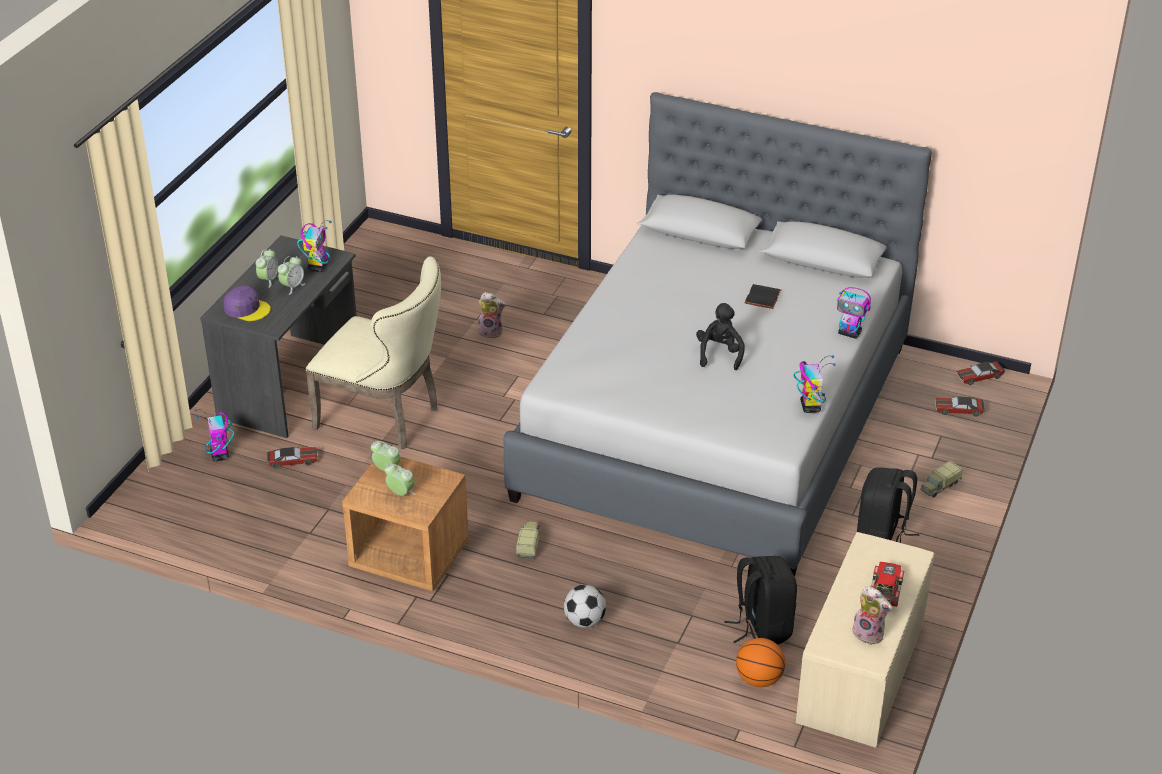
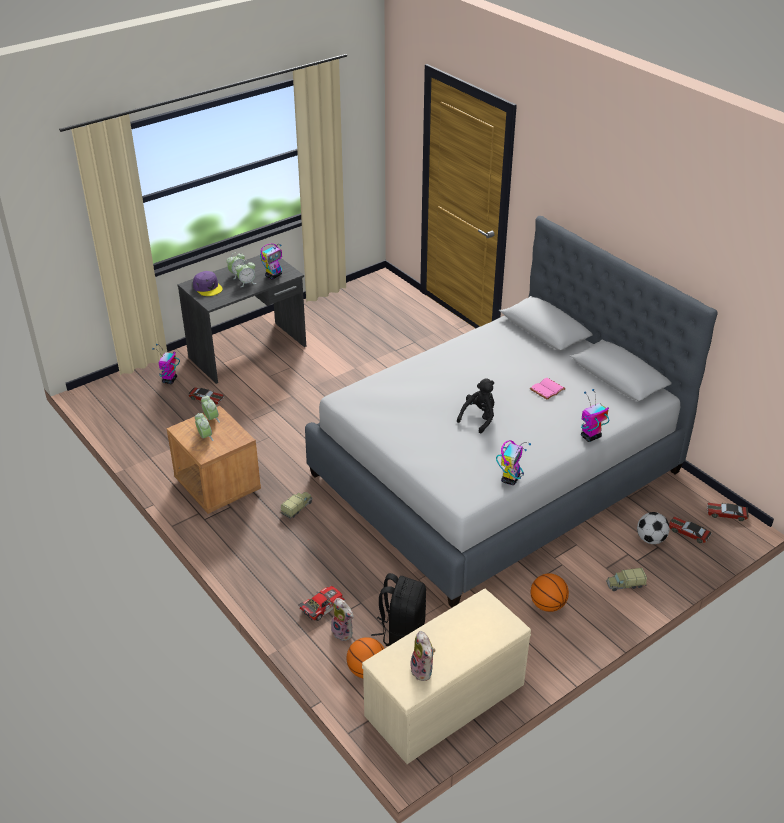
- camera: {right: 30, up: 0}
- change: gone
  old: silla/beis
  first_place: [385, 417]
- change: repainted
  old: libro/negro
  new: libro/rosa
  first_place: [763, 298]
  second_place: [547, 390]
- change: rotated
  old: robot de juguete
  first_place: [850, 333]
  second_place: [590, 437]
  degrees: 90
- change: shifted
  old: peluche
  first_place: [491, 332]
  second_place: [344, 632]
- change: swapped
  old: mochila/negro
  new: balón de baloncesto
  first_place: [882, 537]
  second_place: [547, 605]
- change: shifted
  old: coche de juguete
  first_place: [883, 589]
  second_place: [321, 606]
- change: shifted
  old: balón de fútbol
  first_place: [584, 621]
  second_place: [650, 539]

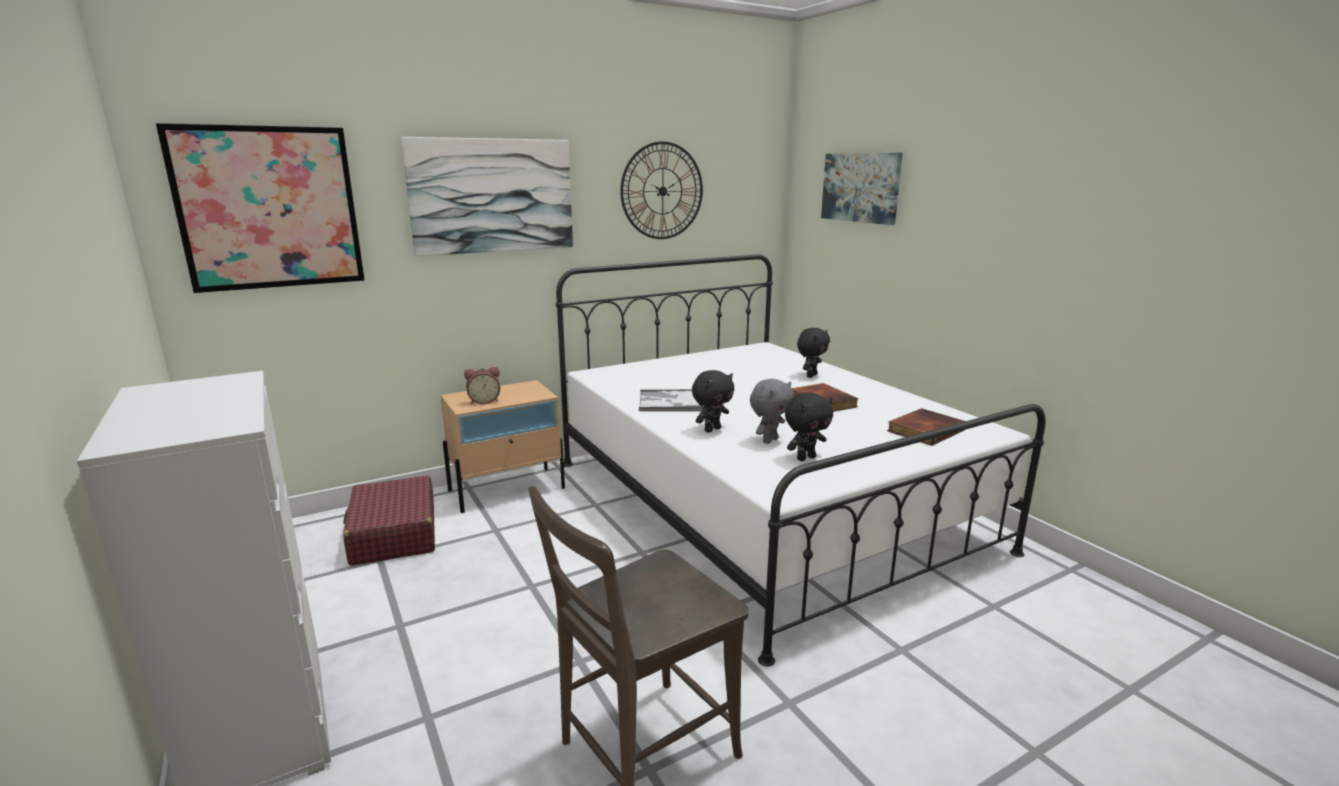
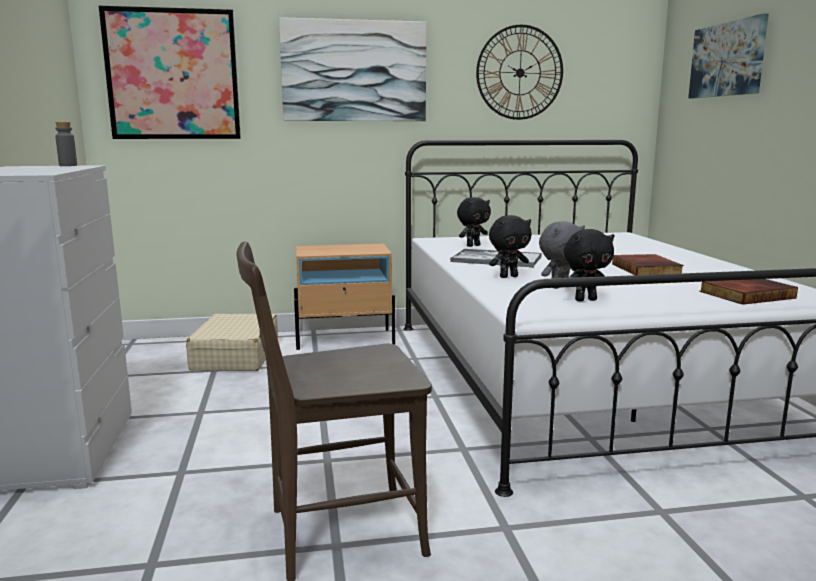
- camera: {right: 20, up: -5}
- change: shifted
  old: peluche/negro
  first_place: [811, 375]
  second_place: [473, 245]
- change: gone
  old: despertador
  first_place: [484, 401]
- change: repainted
  old: maleta/rojo
  new: maleta/beis
  first_place: [394, 534]
  second_place: [235, 356]
- change: new
  new: botella/gris
  second_place: [68, 165]

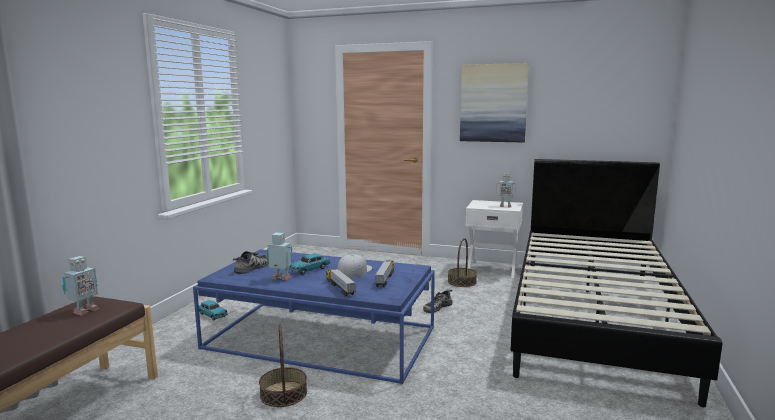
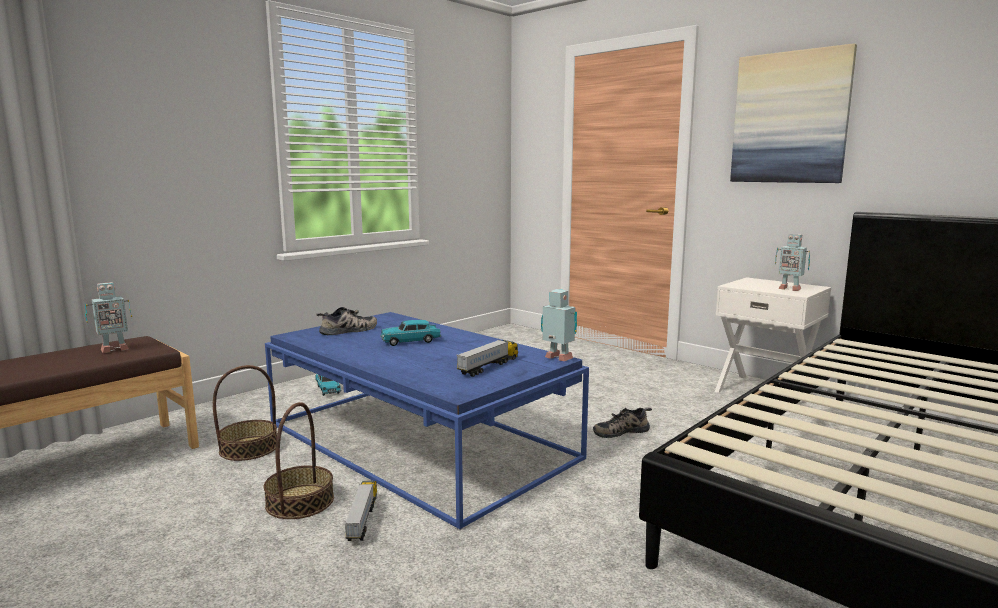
- camera: {right: 25, up: 0}
- change: shifted
  old: robot de juguete
  first_place: [281, 279]
  second_place: [558, 359]
- change: shifted
  old: cesta
  first_place: [461, 282]
  second_place: [249, 448]
- change: gone
  old: gorra/blanco
  first_place: [354, 270]
- change: shifted
  old: camión de juguete
  first_place: [340, 288]
  second_place: [362, 519]

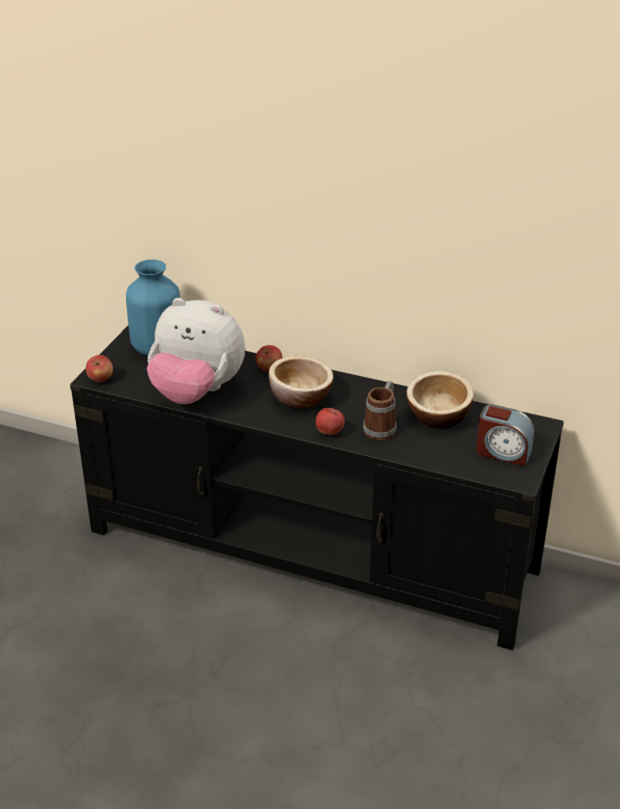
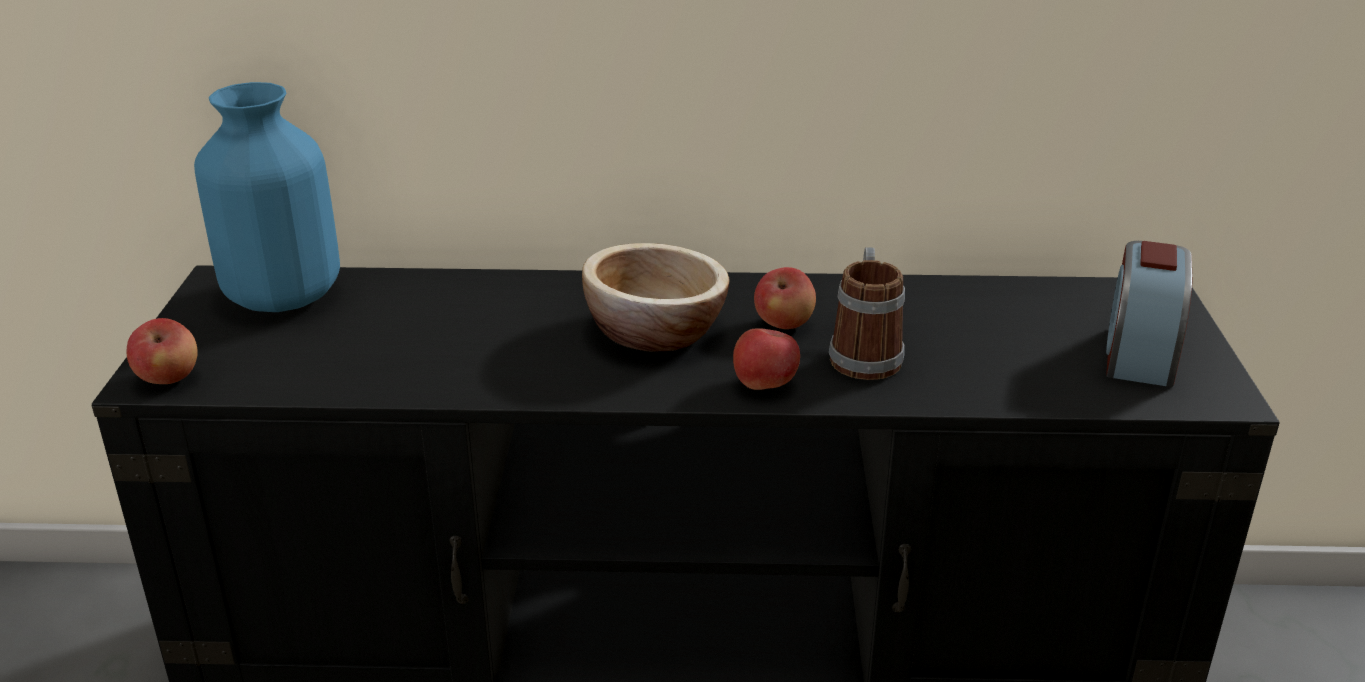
- camera: {right: -20, up: -5}
- change: gone
  old: peluche
  first_place: [196, 392]
- change: shifted
  old: manzana
  first_place: [269, 369]
  second_place: [784, 324]
- change: gone
  old: cuenco
  first_place: [438, 416]
- change: rotated
  old: despertador
  first_place: [503, 452]
  second_place: [1139, 353]
  degrees: 105

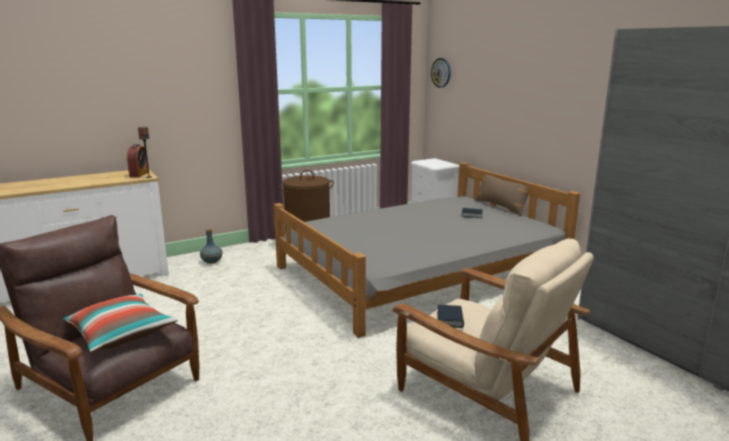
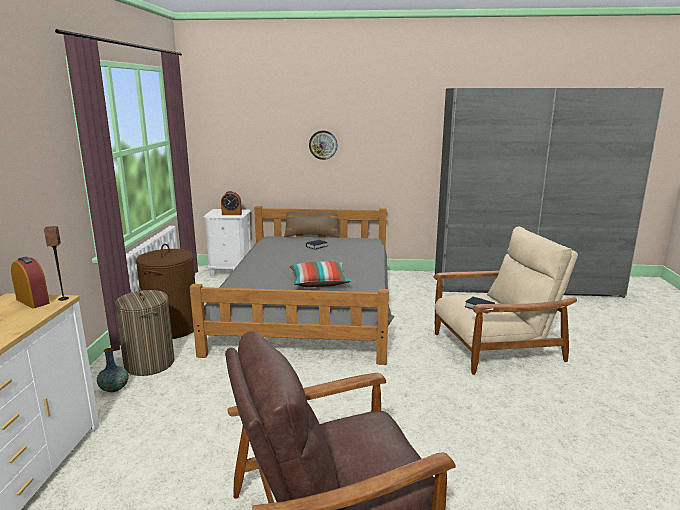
- camera: {right: -55, up: 0}
- change: shifted
  old: reloj de pared
  first_place: [441, 72]
  second_place: [323, 145]
- change: shifted
  old: cojín
  first_place: [121, 334]
  second_place: [319, 283]
- change: new
  new: despertador
  second_place: [231, 214]
- change: new
  new: cesto de la ropa
  second_place: [149, 364]

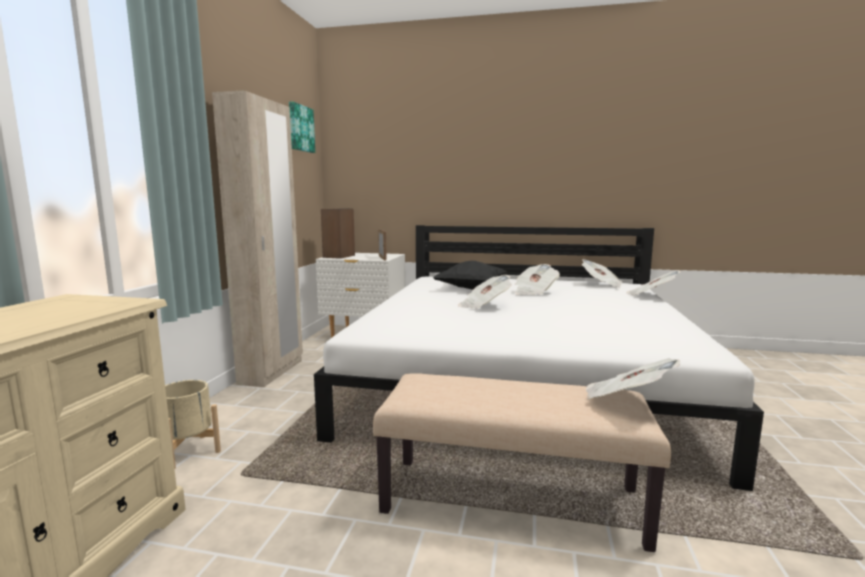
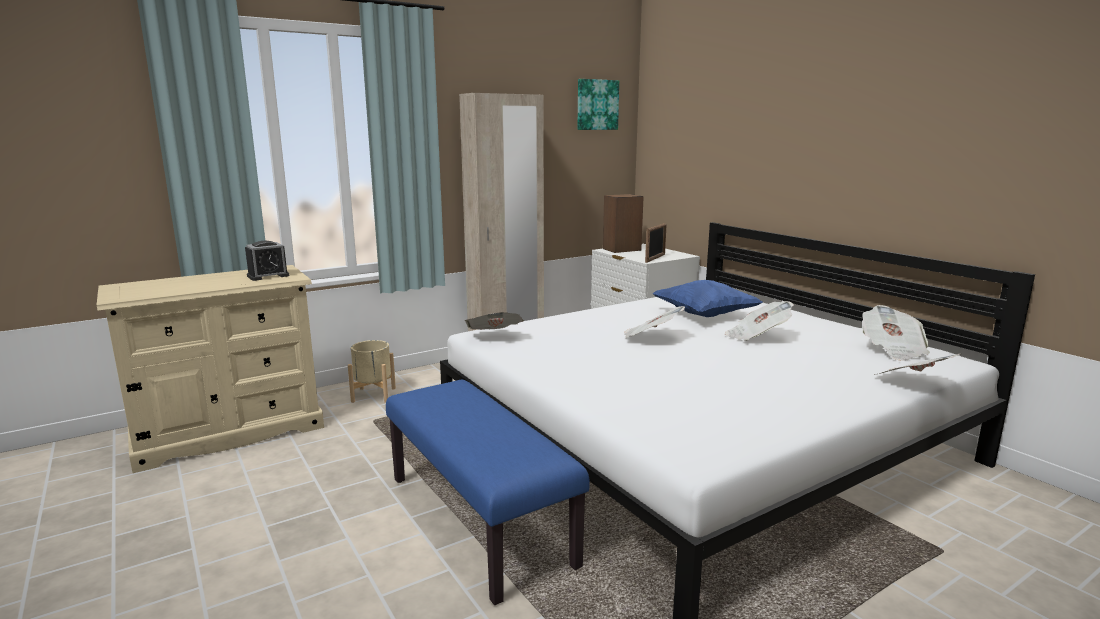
- camera: {right: 45, up: 5}
- change: repainted
  old: cojín/negro
  new: cojín/azul
  first_place: [470, 289]
  second_place: [704, 315]
- change: shifted
  old: periódico
  first_place: [625, 400]
  second_place: [494, 337]
- change: repainted
  old: banco/beis
  new: banco/azul
  first_place: [512, 500]
  second_place: [480, 519]
- change: new
  new: despertador
  second_place: [268, 276]

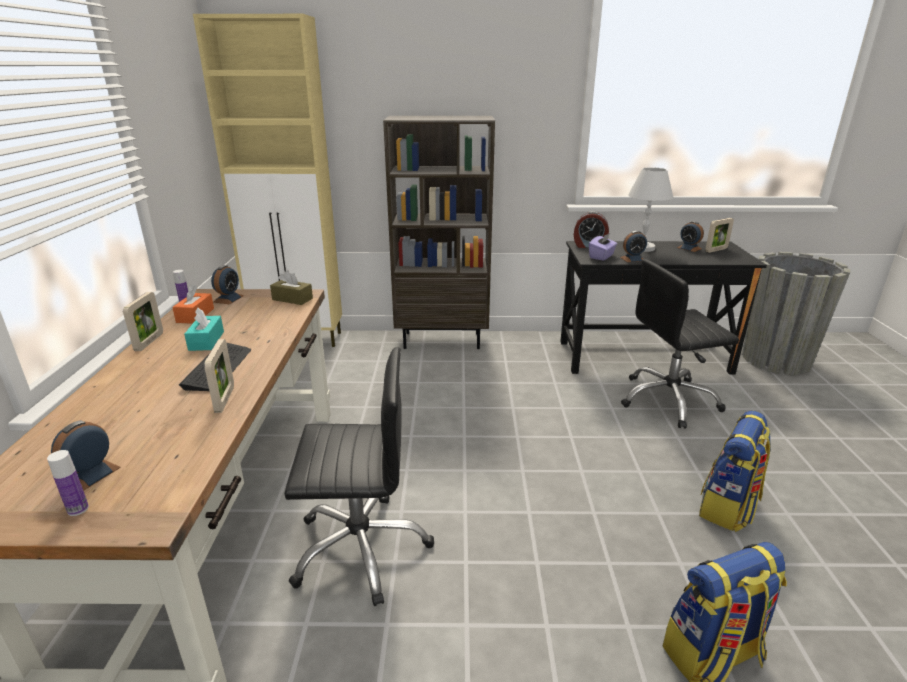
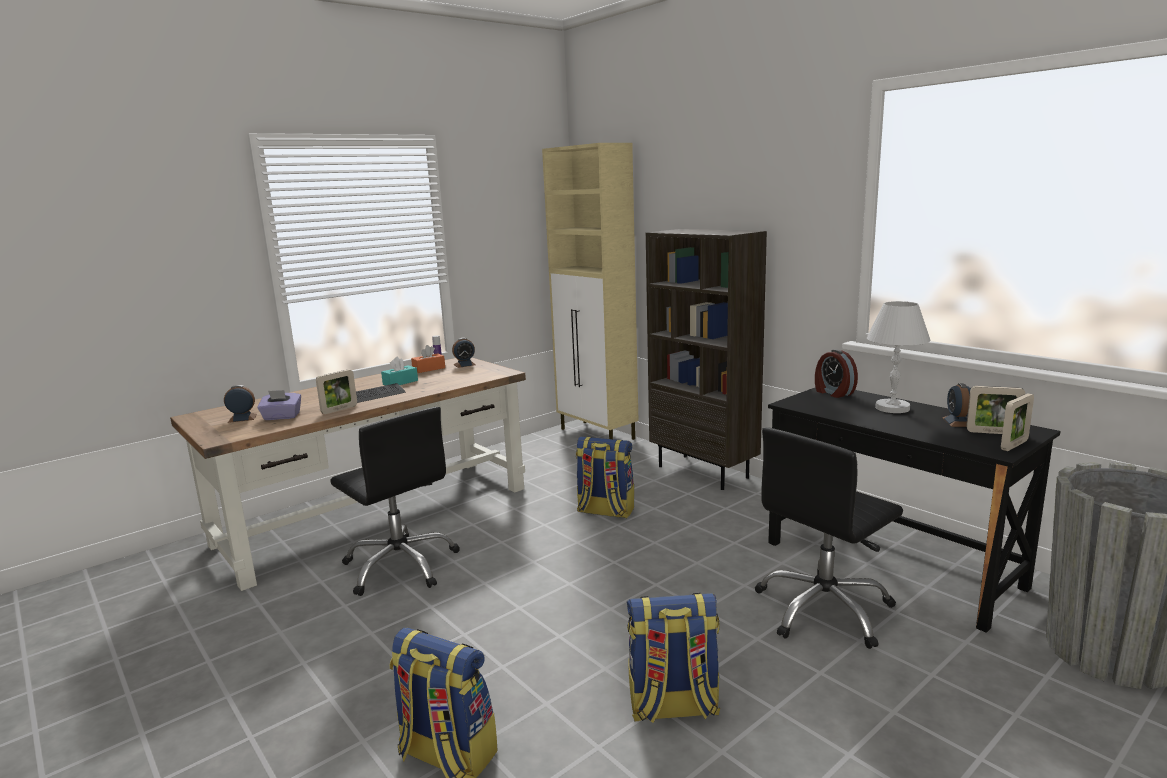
- camera: {right: 50, up: -10}
- change: gone
  old: despertador
  first_place: [632, 259]
- change: shifted
  old: caja de pañuelos/morado
  first_place: [601, 256]
  second_place: [281, 417]
- change: rotated
  old: silla de oficina/negro
  first_place: [668, 400]
  second_place: [824, 610]
  degrees: -75
- change: gone
  old: caja de pañuelos/marrón
  first_place: [292, 299]
- change: shifted
  old: portarretratos
  first_place: [149, 342]
  second_place: [1014, 445]
- change: gone
  old: botella
  first_place: [78, 509]
- change: new
  new: mochila
  second_place: [605, 511]

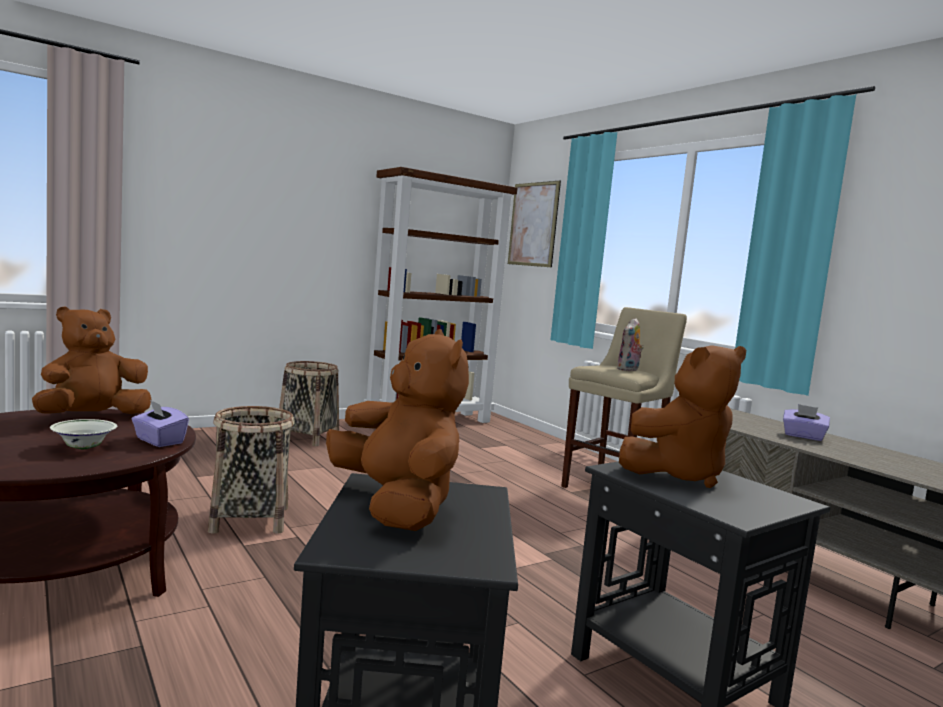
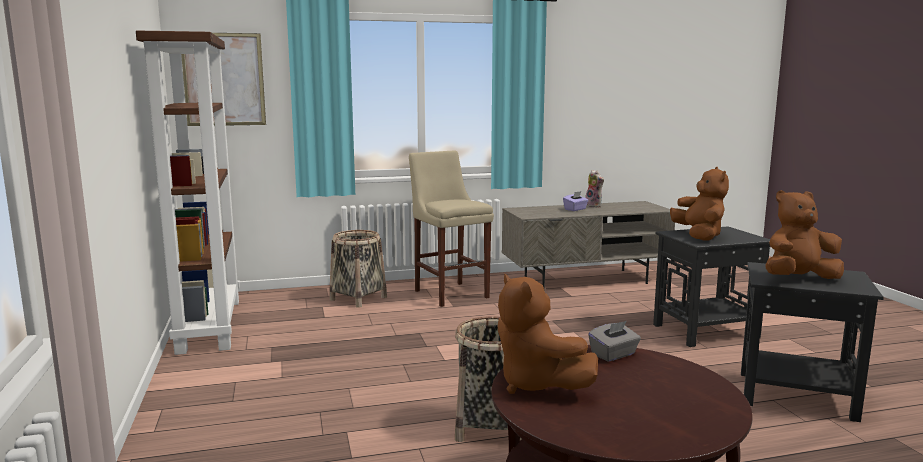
- camera: {right: -70, up: 5}
- change: shifted
  old: peluche
  first_place: [628, 370]
  second_place: [594, 206]
- change: shifted
  old: cesta
  first_place: [307, 437]
  second_place: [358, 298]
- change: repainted
  old: caja de pañuelos/morado
  new: caja de pañuelos/gris
  first_place: [159, 441]
  second_place: [613, 355]
- change: gone
  old: cuenco/blanco
  first_place: [83, 448]

